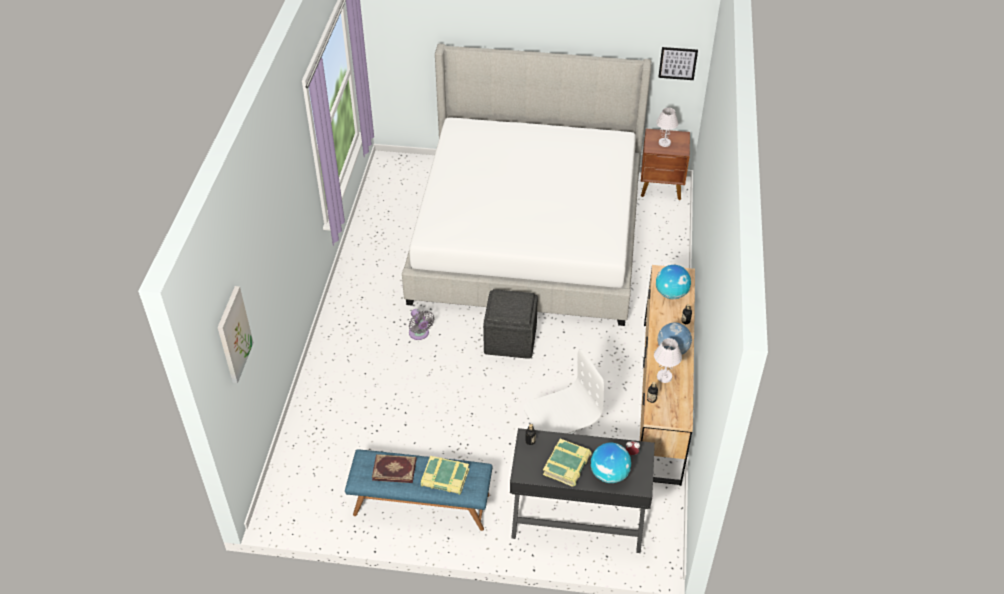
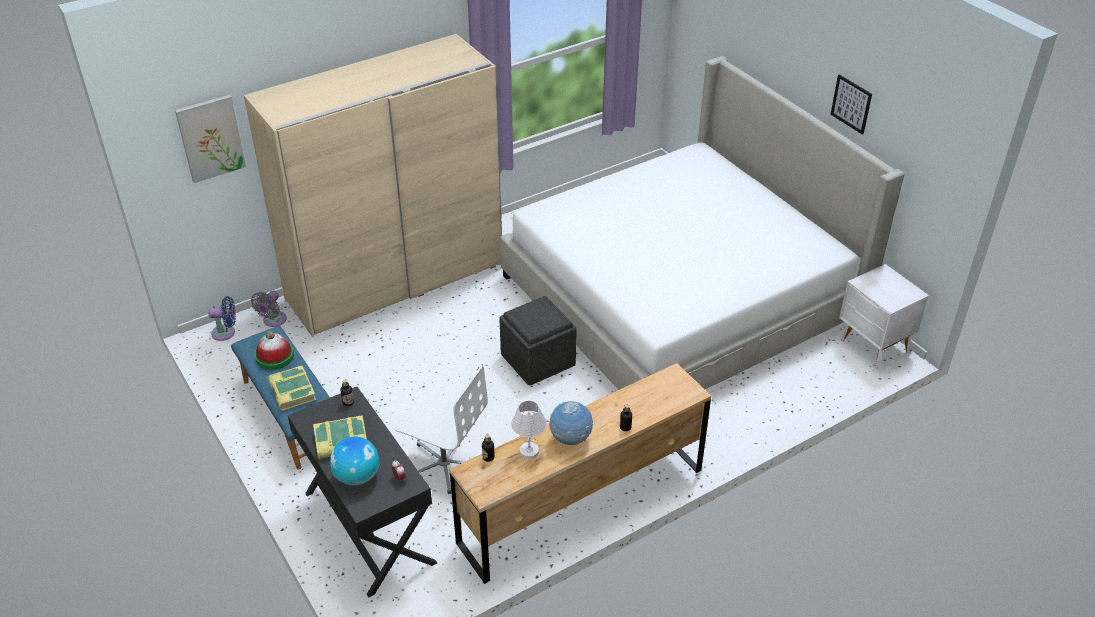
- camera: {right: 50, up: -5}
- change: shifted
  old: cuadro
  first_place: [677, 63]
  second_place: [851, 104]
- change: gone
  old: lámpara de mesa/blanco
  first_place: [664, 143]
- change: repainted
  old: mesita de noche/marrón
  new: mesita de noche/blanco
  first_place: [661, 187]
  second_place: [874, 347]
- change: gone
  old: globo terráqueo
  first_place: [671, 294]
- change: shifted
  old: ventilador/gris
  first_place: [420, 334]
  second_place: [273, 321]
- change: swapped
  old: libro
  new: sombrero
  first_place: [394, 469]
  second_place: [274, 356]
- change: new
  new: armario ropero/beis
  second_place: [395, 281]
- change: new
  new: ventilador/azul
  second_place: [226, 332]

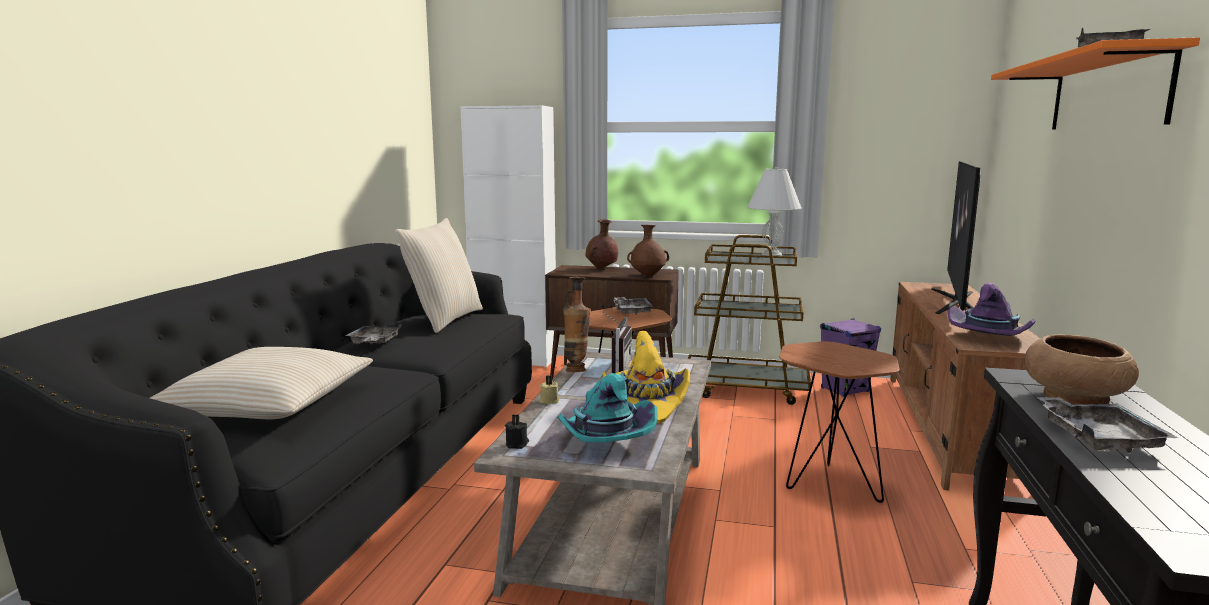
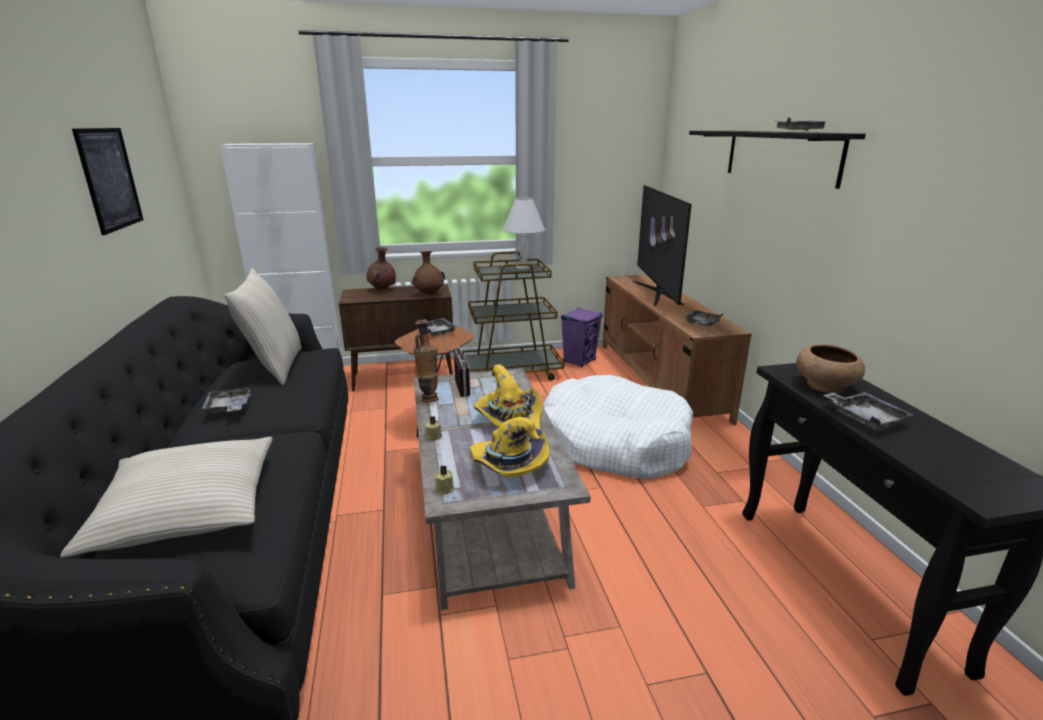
- camera: {right: -25, up: 10}
- change: repainted
  old: estante/naranja
  new: estante/negro
  first_place: [1106, 93]
  second_place: [780, 156]
- change: swapped
  old: sombrero/morado
  new: bandeja/gris
  first_place: [989, 337]
  second_place: [701, 324]
- change: swapped
  old: mesa auxiliar/marrón
  new: cama para perro/blanco
  first_place: [828, 483]
  second_place: [613, 443]
- change: repainted
  old: sombrero/turquesa
  new: sombrero/amarillo
  first_place: [604, 438]
  second_place: [508, 465]
- change: repainted
  old: vela/negro
  new: vela/beis
  first_place: [517, 444]
  second_place: [445, 488]
- change: new
  new: cuadro
  second_place: [110, 179]

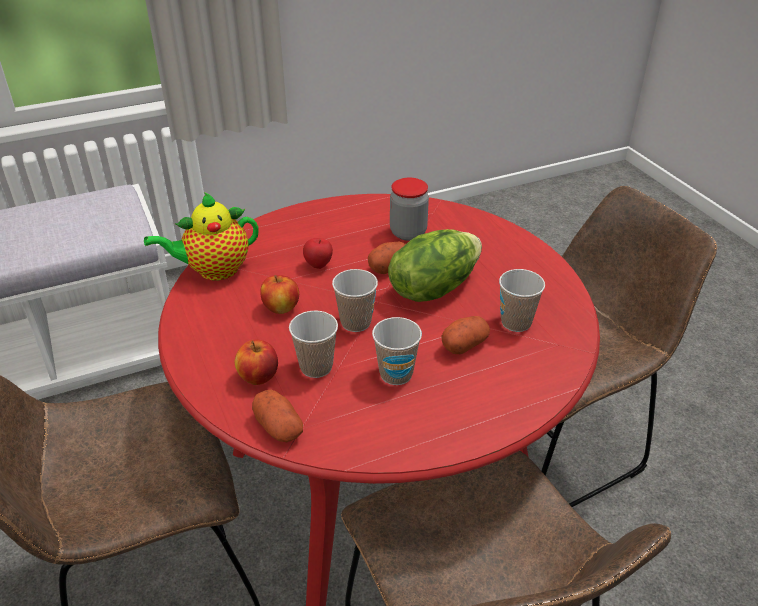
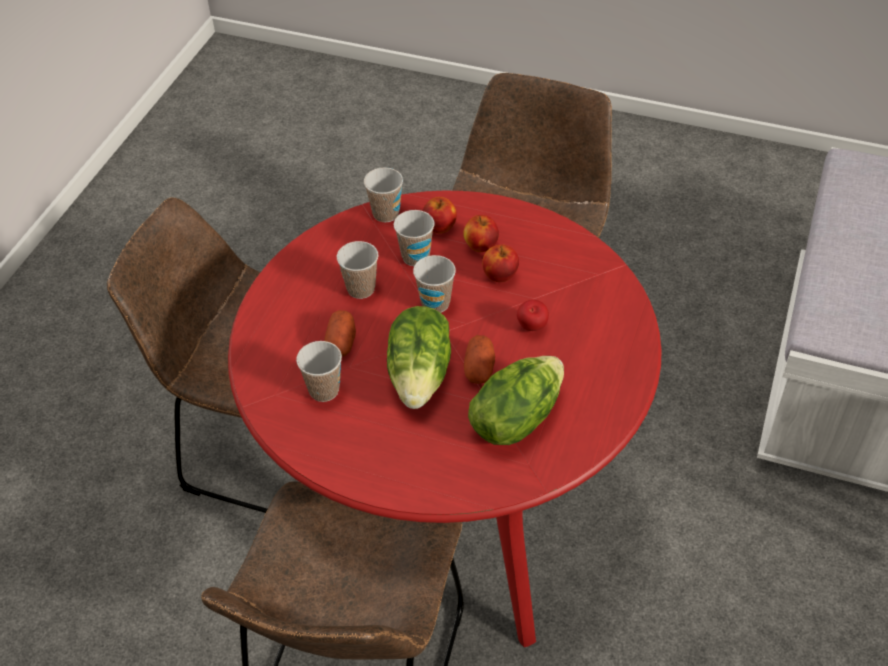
- camera: {right: 135, up: 10}
- change: swapped
  old: tarro
  new: lechuga
  first_place: [408, 233]
  second_place: [515, 418]
- change: gone
  old: tetera
  first_place: [214, 270]
- change: swapped
  old: patata
  new: taza
  first_place: [279, 427]
  second_place: [386, 214]
- change: new
  new: manzana
  second_place: [481, 246]

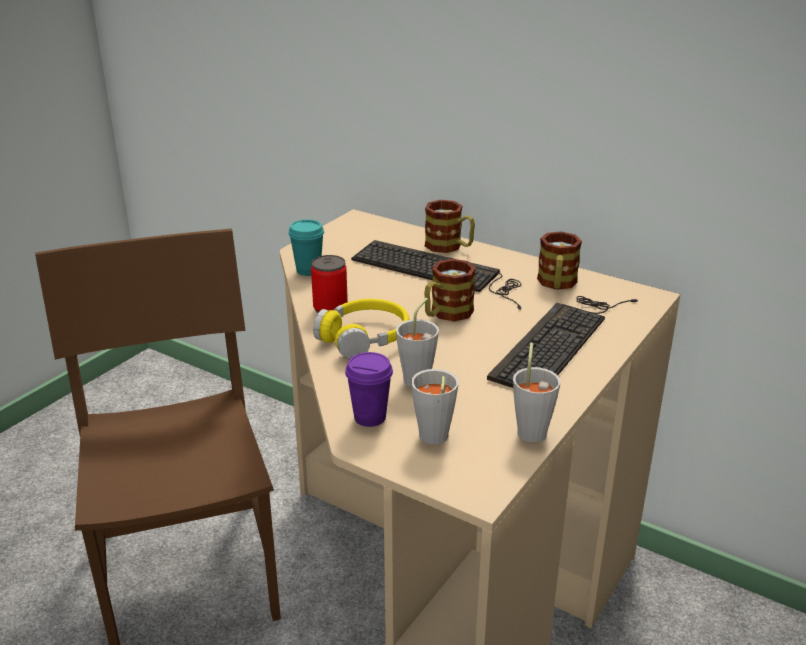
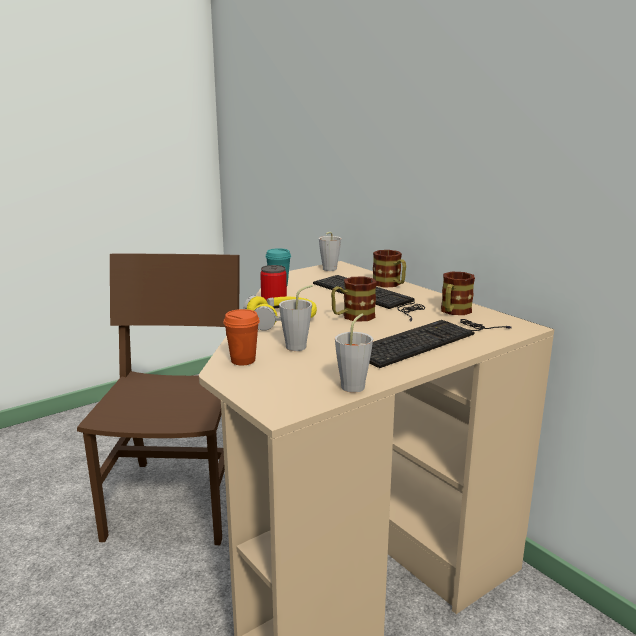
- camera: {right: 20, up: -10}
- change: repainted
  old: taza/morado
  new: taza/naranja
  first_place: [370, 417]
  second_place: [243, 360]
- change: shifted
  old: taza/gris
  first_place: [433, 440]
  second_place: [328, 270]

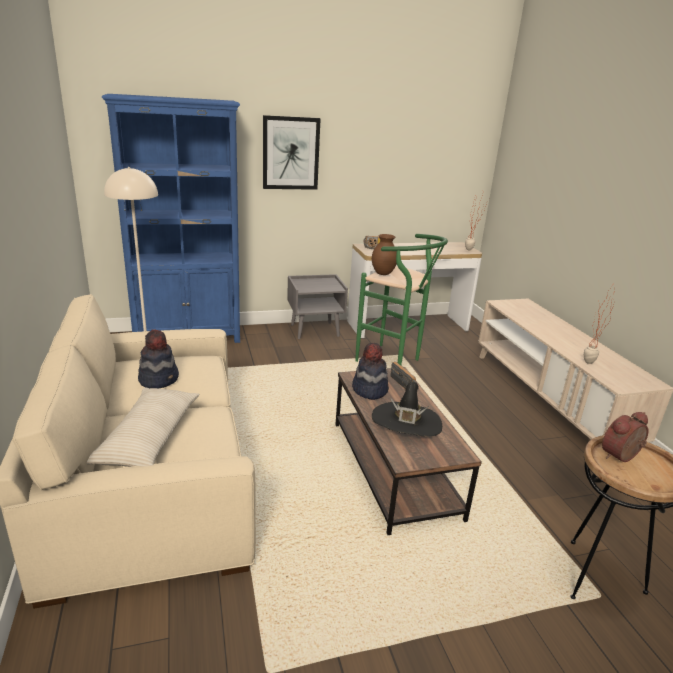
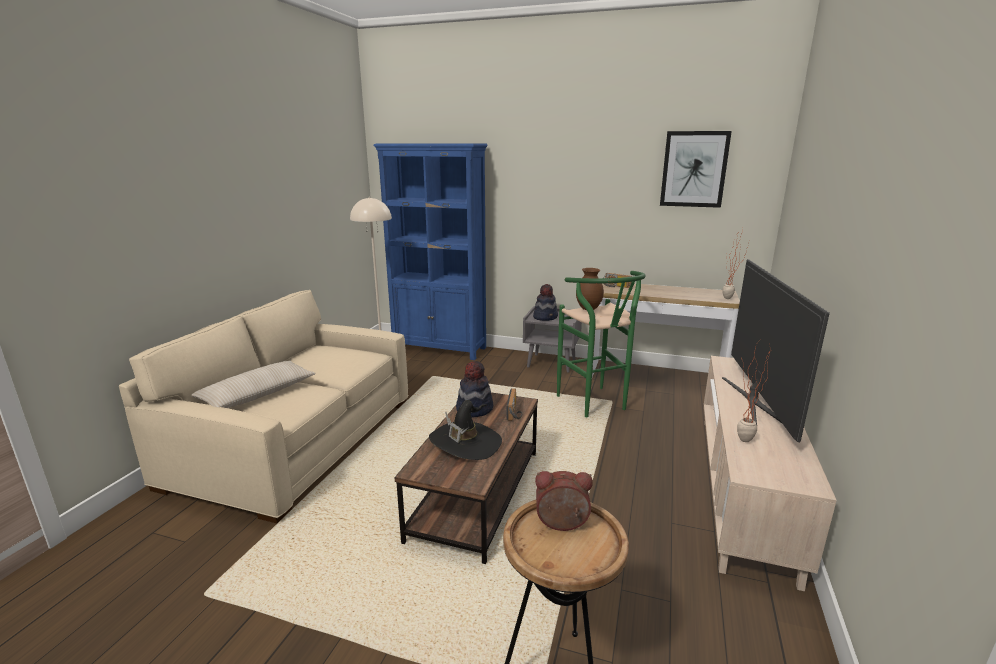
- camera: {right: 35, up: -5}
- change: shifted
  old: cuadro
  first_place: [290, 153]
  second_place: [694, 169]
- change: shifted
  old: sombrero
  first_place: [159, 379]
  second_place: [545, 317]
- change: new
  new: televisor
  second_place: [756, 402]

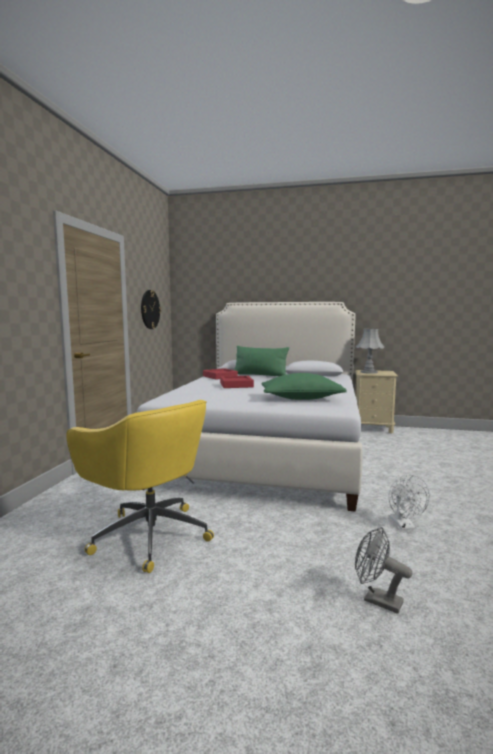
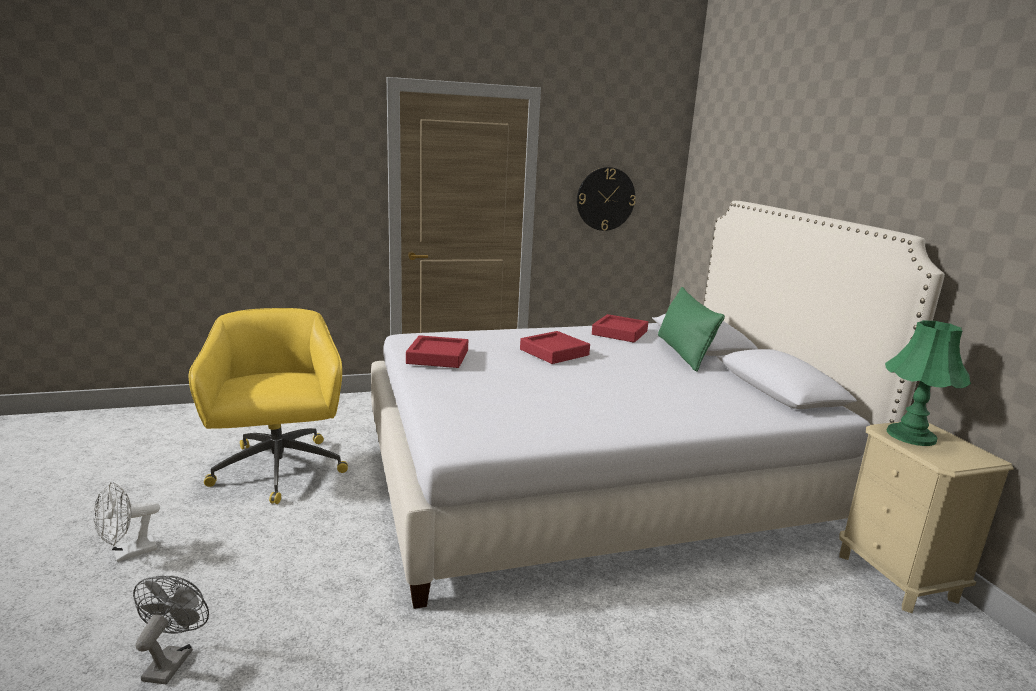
- camera: {right: 60, up: 10}
- change: repainted
  old: lámpara de mesa/gris
  new: lámpara de mesa/verde
  first_place: [369, 372]
  second_place: [910, 435]
- change: gone
  old: cojín/verde
  first_place: [301, 398]
- change: rotated
  old: silla de oficina/amarillo
  first_place: [149, 534]
  second_place: [278, 471]
  degrees: 150
- change: shifted
  old: ventilador/blanco
  first_place: [404, 526]
  second_place: [128, 553]
- change: new
  new: bandeja/rojo
  second_place: [437, 357]

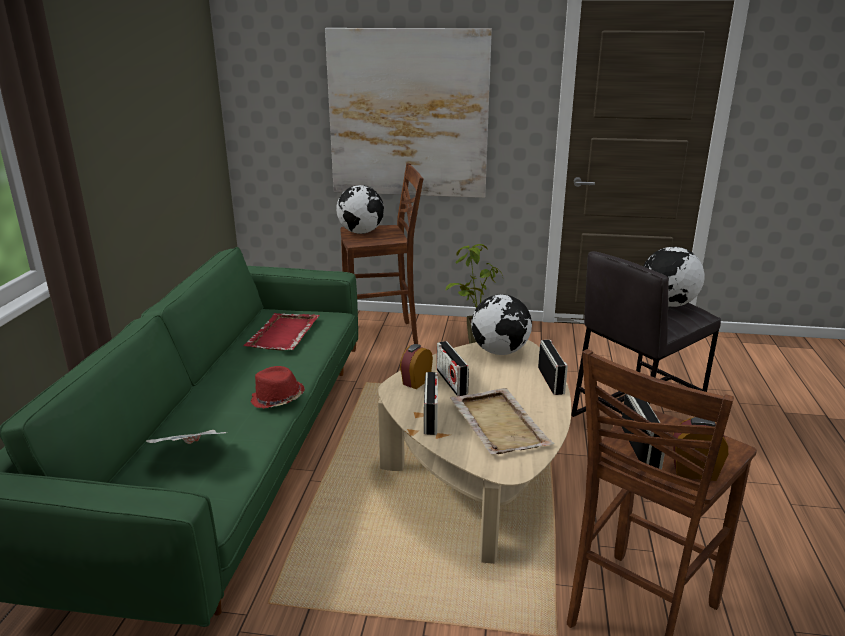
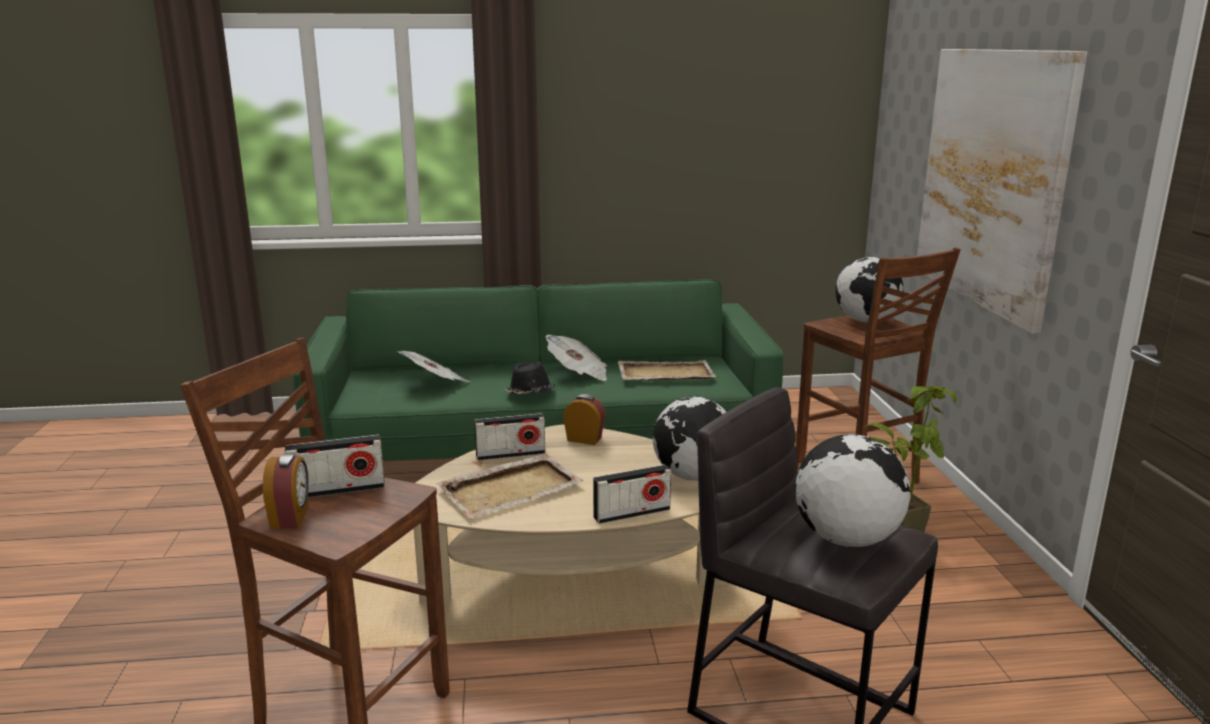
- camera: {right: 75, up: -5}
- change: repainted
  old: bandeja/rojo
  new: bandeja/beis
  first_place: [282, 334]
  second_place: [664, 374]
- change: gone
  old: radio
  first_place: [451, 382]
- change: repainted
  old: sombrero/rojo
  new: sombrero/negro
  first_place: [277, 399]
  second_place: [530, 394]
- change: new
  new: periódico
  second_place: [578, 374]

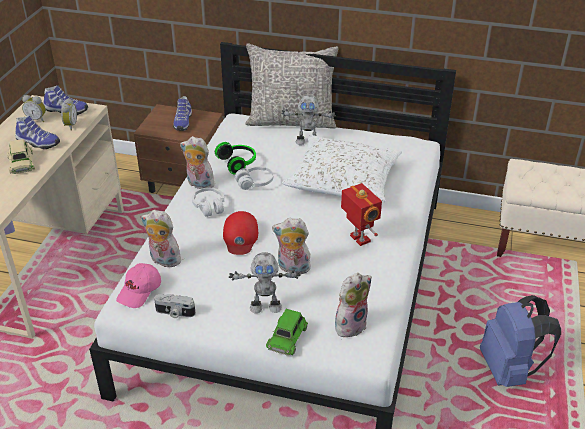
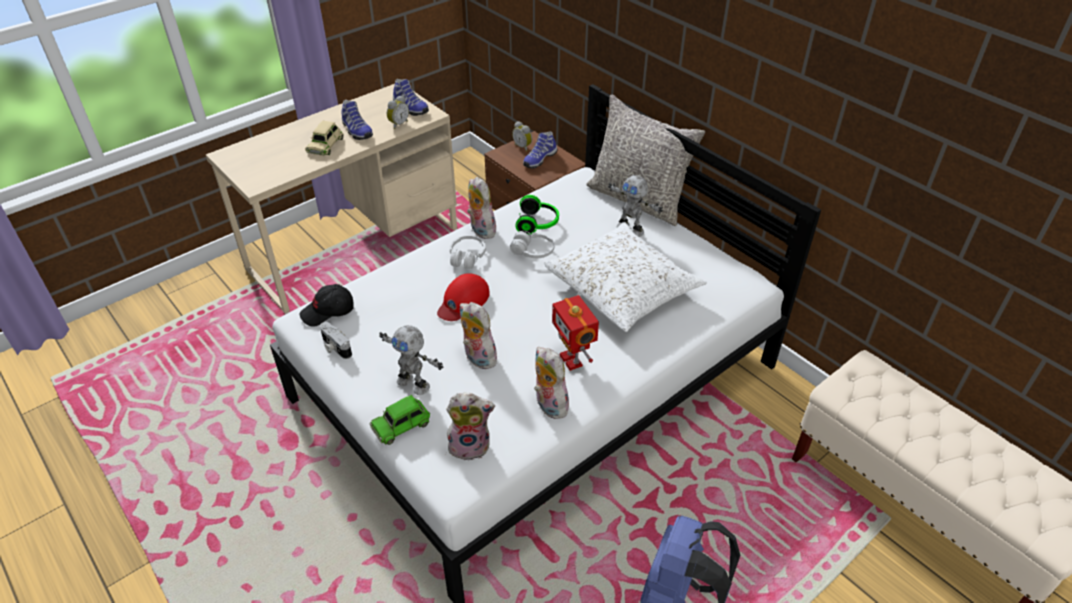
- camera: {right: 35, up: 5}
- change: shifted
  old: despertador
  first_place: [37, 119]
  second_place: [523, 147]
- change: rotated
  old: robot de juguete
  first_place: [359, 239]
  second_place: [572, 360]
  degrees: 150
- change: shifted
  old: peluche
  first_place: [163, 260]
  second_place: [548, 405]
- change: repainted
  old: gorra/rosa
  new: gorra/negro
  first_place: [140, 291]
  second_place: [328, 312]

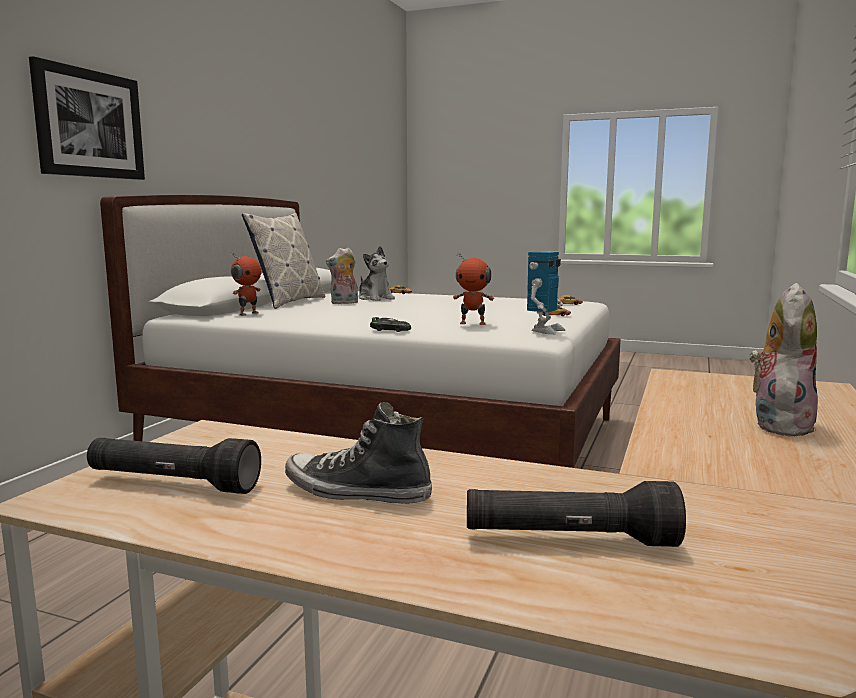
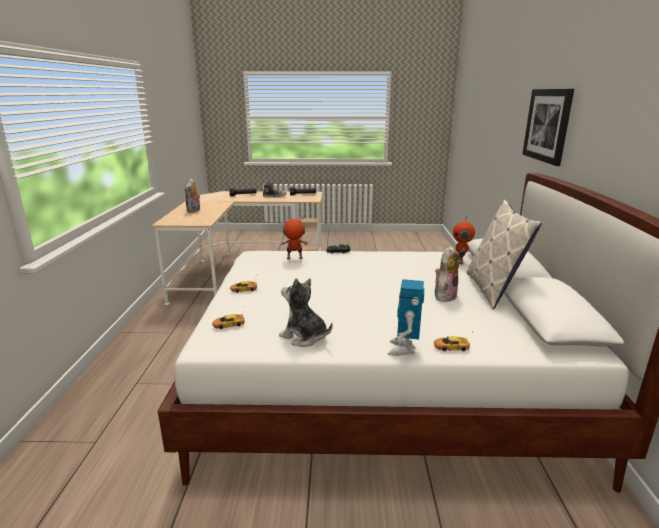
- camera: {right: 160, up: 10}
- change: shifted
  old: peluche
  first_place: [375, 298]
  second_place: [304, 337]
- change: shifted
  old: robot de juguete
  first_place: [544, 331]
  second_place: [403, 349]

